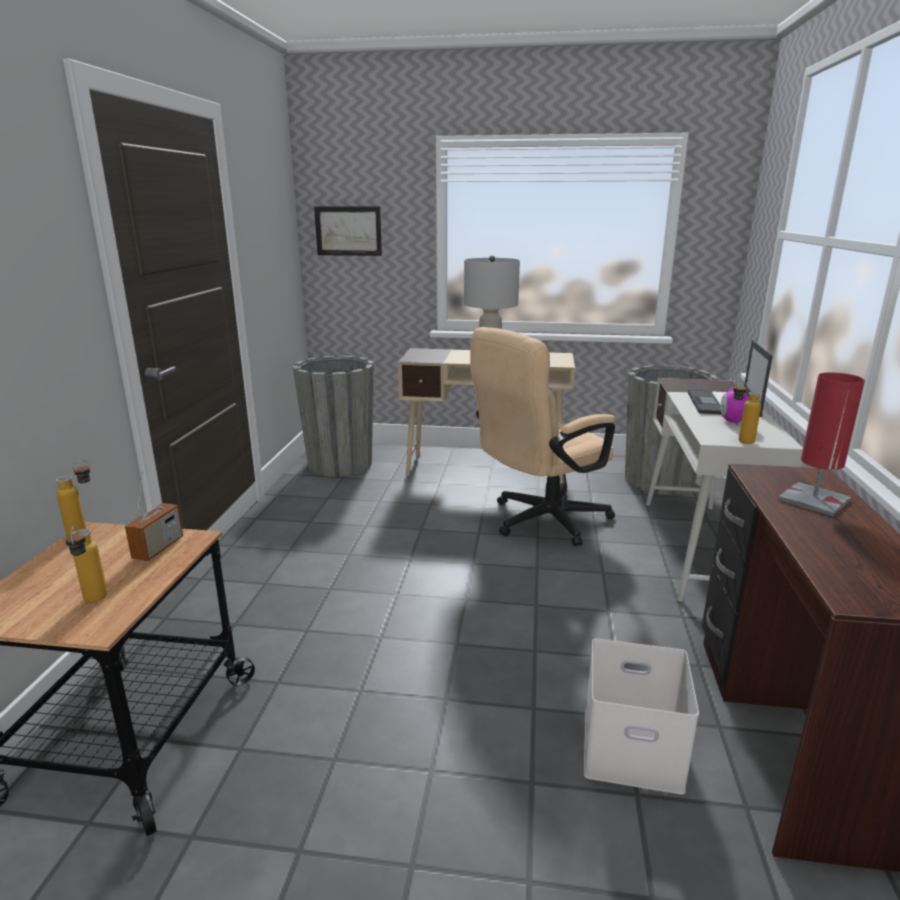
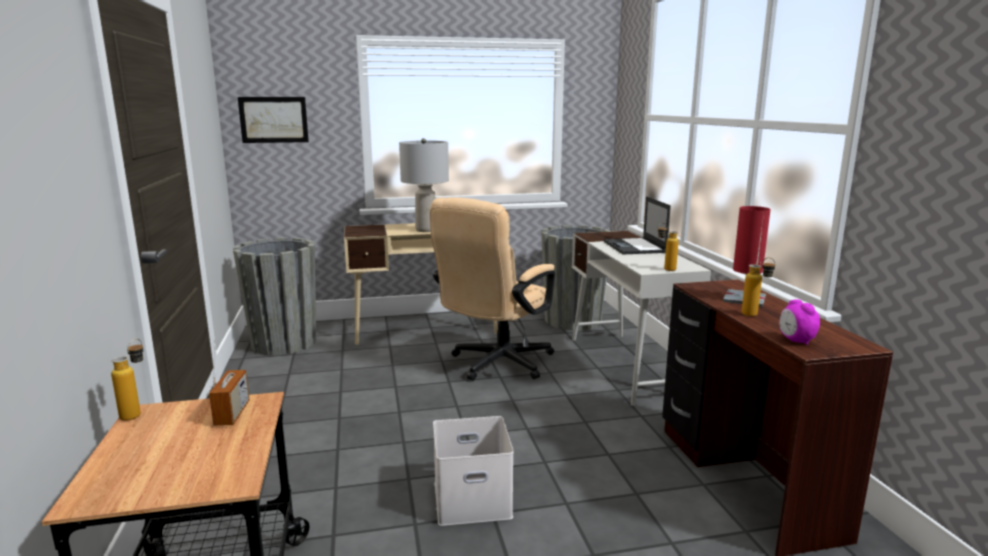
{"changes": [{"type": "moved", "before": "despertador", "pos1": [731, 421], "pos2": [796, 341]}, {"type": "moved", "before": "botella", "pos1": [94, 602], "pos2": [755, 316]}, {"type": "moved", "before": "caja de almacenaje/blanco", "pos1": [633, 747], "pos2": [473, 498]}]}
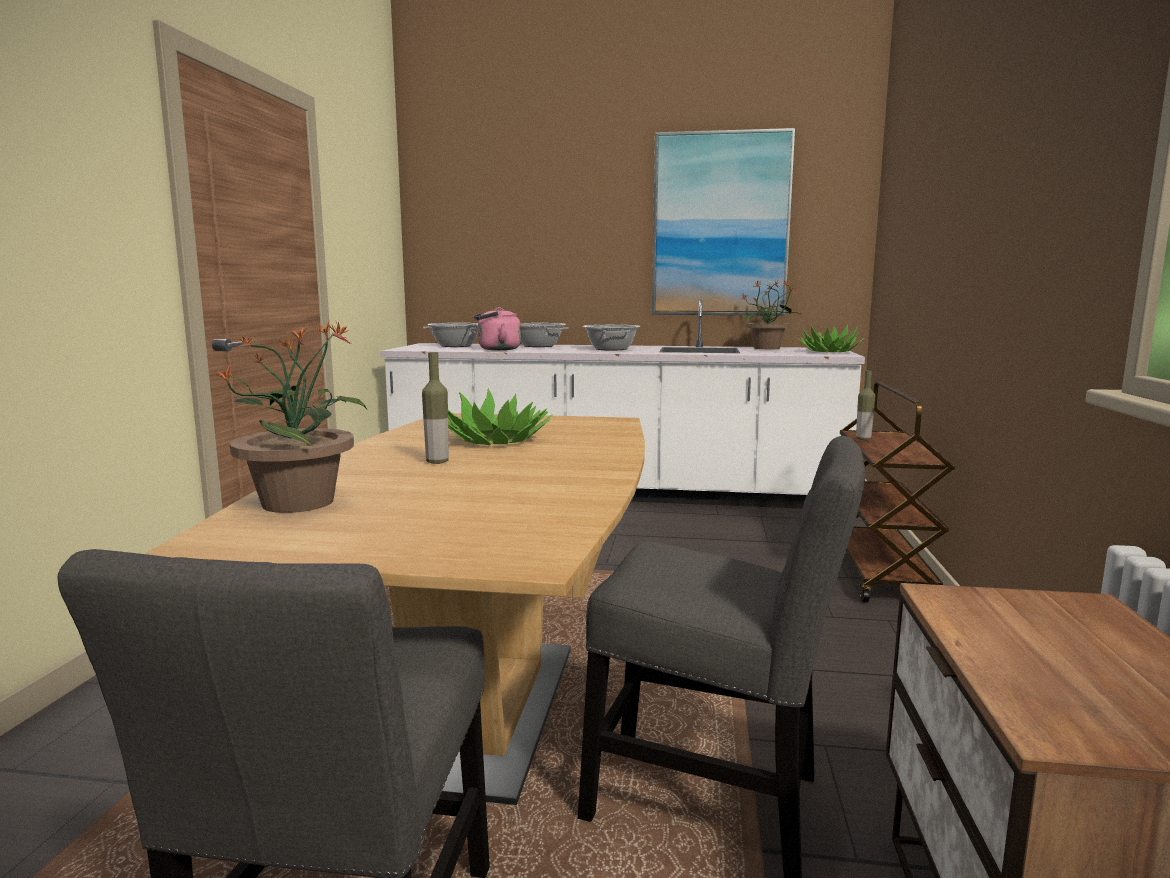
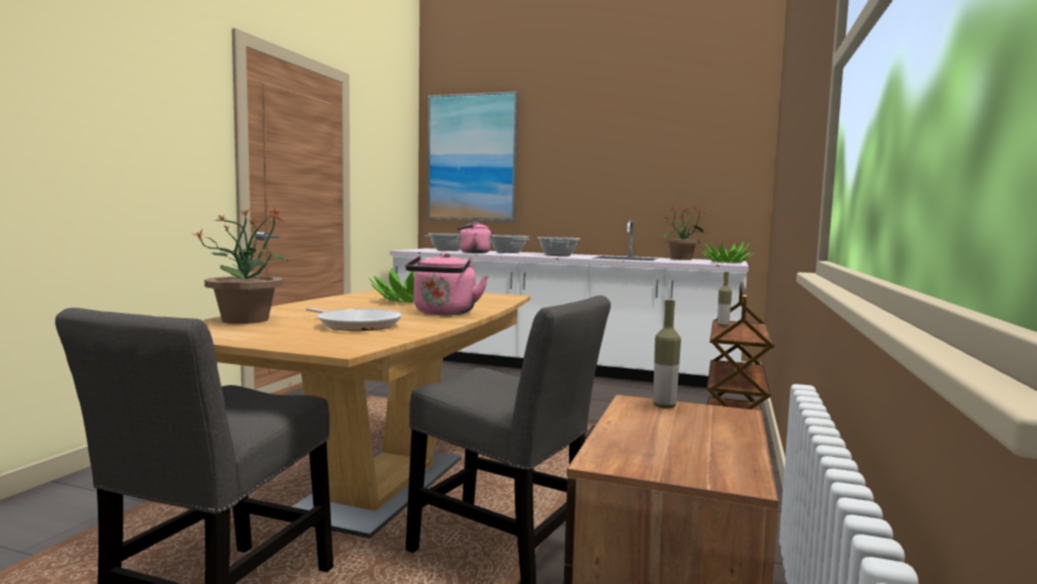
{"changes": [{"type": "moved", "before": "cuadro", "pos1": [720, 225], "pos2": [472, 158]}, {"type": "moved", "before": "botella", "pos1": [437, 462], "pos2": [664, 406]}, {"type": "added", "after": "hervidor/rosa", "pos2": [444, 313]}, {"type": "added", "after": "sartén", "pos2": [356, 325]}]}
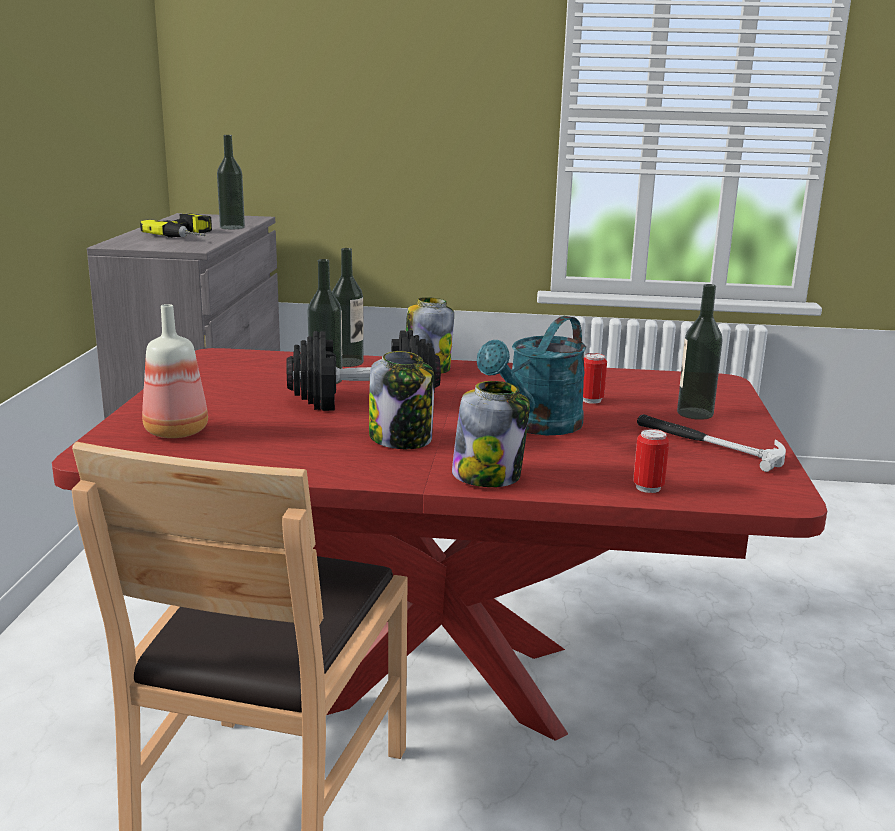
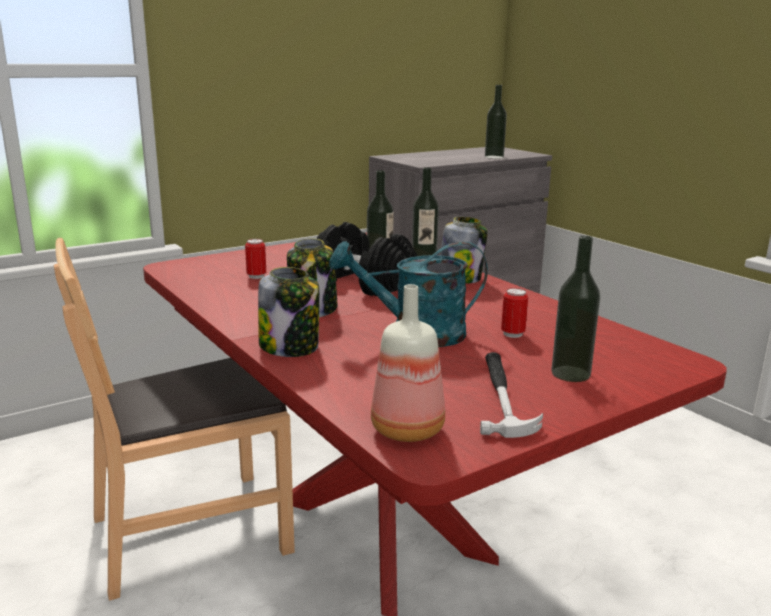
{"changes": [{"type": "removed", "before": "taladro", "pos1": [191, 236]}, {"type": "moved", "before": "botella", "pos1": [175, 431], "pos2": [406, 428]}, {"type": "moved", "before": "lata", "pos1": [648, 488], "pos2": [256, 276]}]}
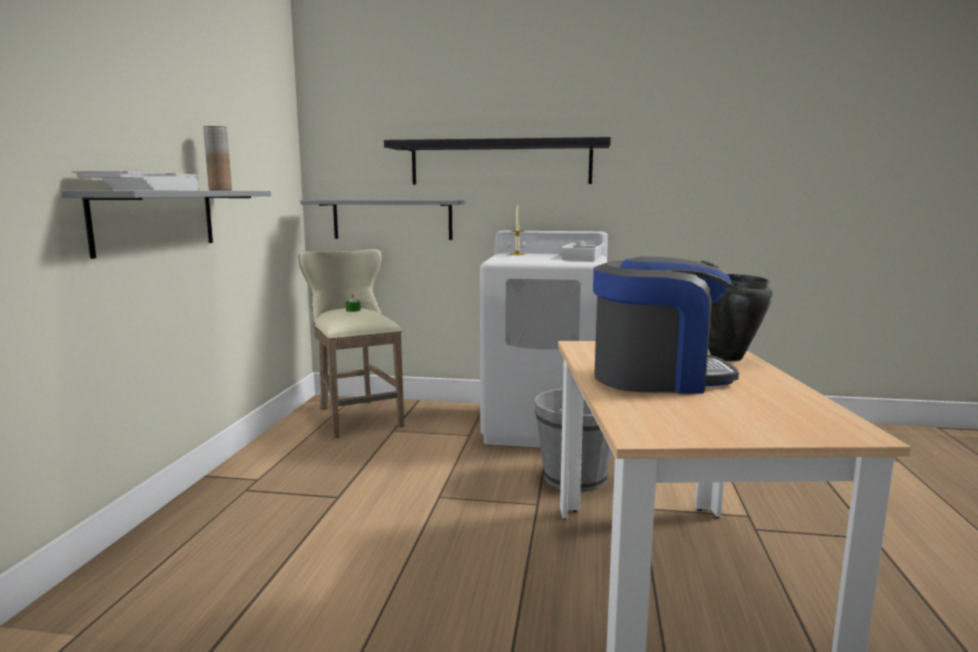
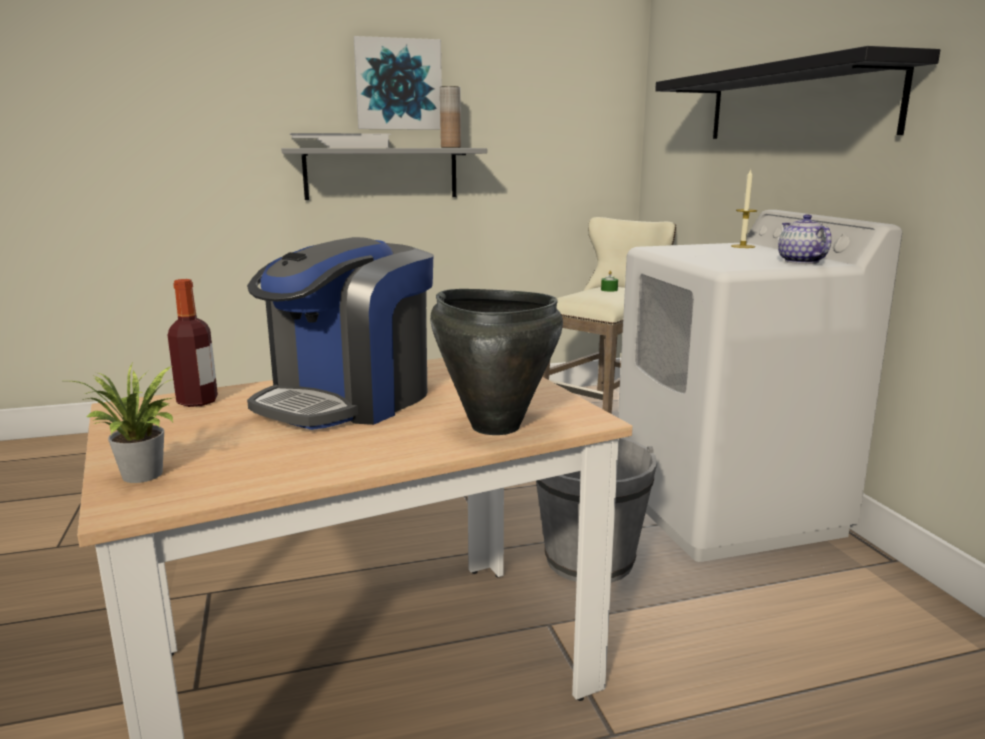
{"changes": [{"type": "removed", "before": "estante/gris", "pos1": [392, 219]}, {"type": "replaced", "before": "bandeja/blanco", "after": "tetera", "pos1": [585, 256], "pos2": [800, 261]}, {"type": "turned", "before": "cafetera", "pos1": [657, 377], "pos2": [348, 400], "turn": 60}, {"type": "added", "after": "cuadro", "pos2": [398, 84]}, {"type": "added", "after": "botella", "pos2": [197, 401]}, {"type": "added", "after": "planta en maceta", "pos2": [142, 477]}]}
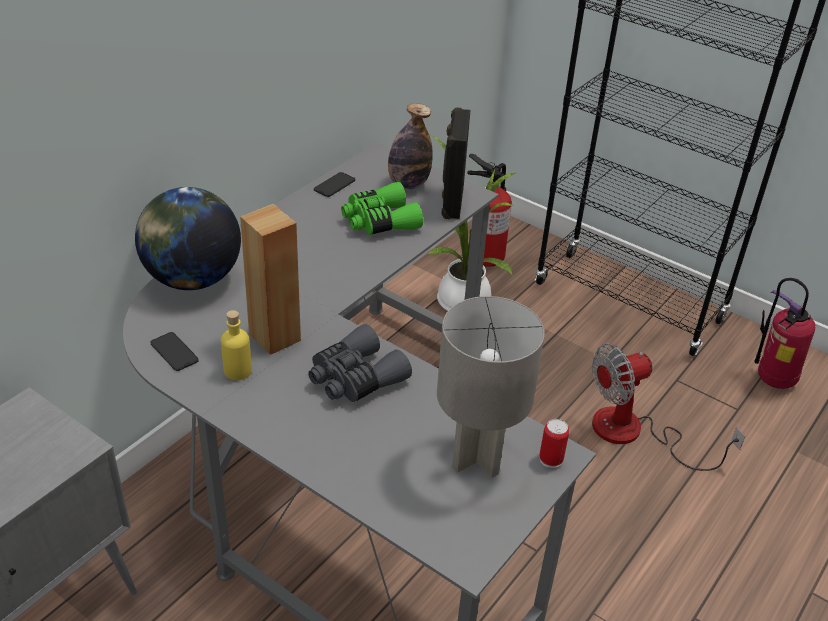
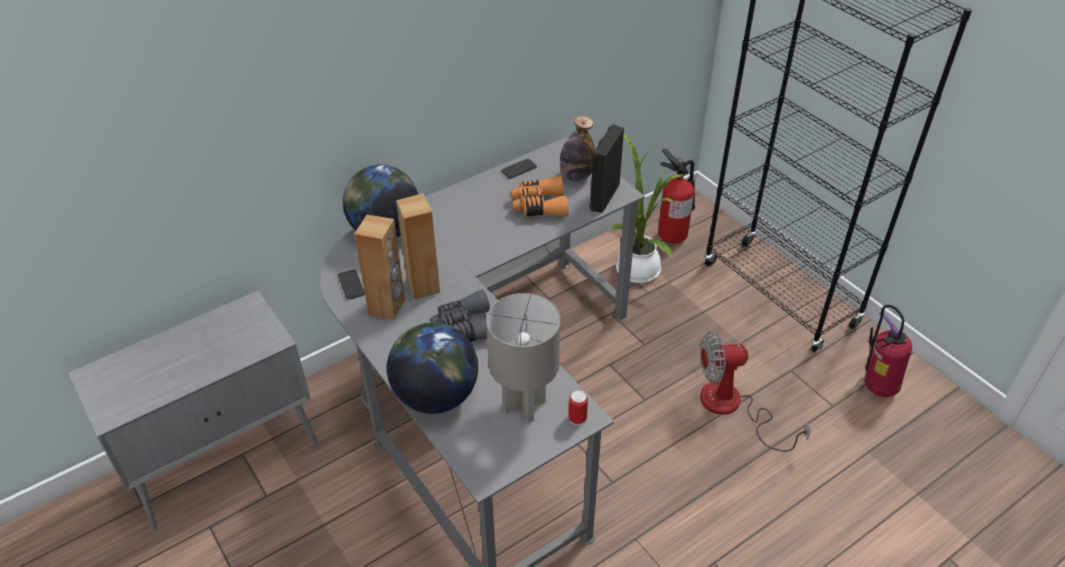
{"changes": [{"type": "recoloured", "before": "prismáticos/verde", "after": "prismáticos/naranja", "pos1": [379, 221], "pos2": [539, 205]}, {"type": "replaced", "before": "botella/amarillo", "after": "altavoz/marrón", "pos1": [238, 371], "pos2": [387, 307]}, {"type": "added", "after": "globo terráqueo", "pos2": [436, 395]}]}
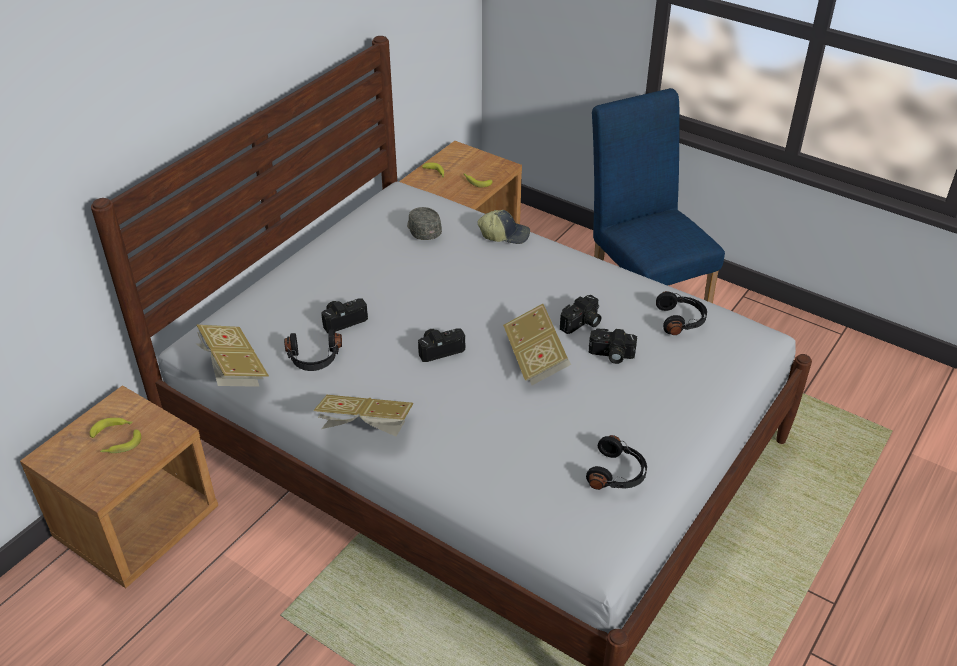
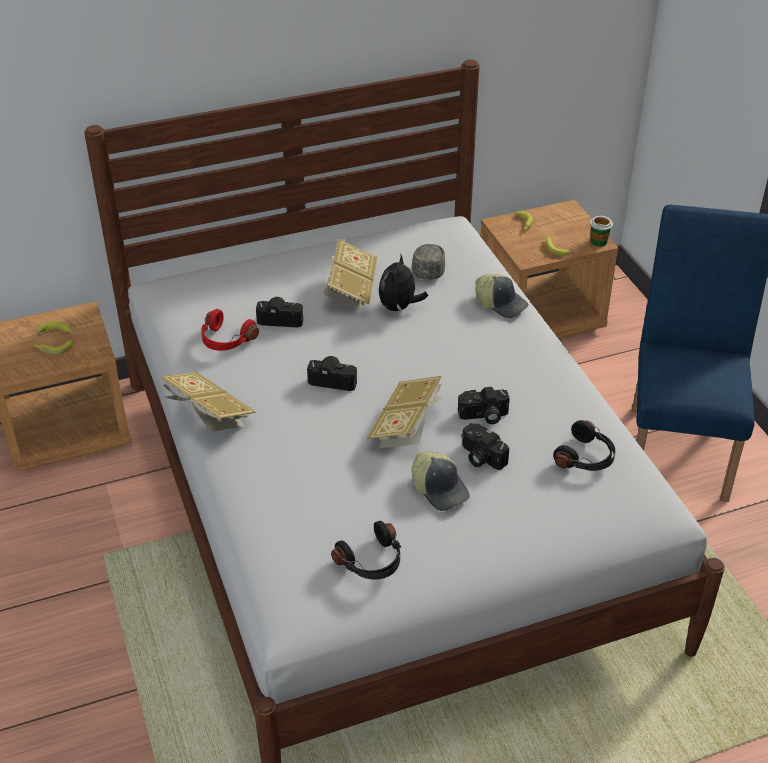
{"changes": [{"type": "moved", "before": "libro", "pos1": [233, 370], "pos2": [350, 290]}, {"type": "recoloured", "before": "auriculares/negro", "after": "auriculares/rojo", "pos1": [314, 359], "pos2": [226, 341]}, {"type": "added", "after": "taza", "pos2": [598, 241]}, {"type": "added", "after": "peluche", "pos2": [399, 307]}, {"type": "added", "after": "gorra", "pos2": [440, 488]}]}
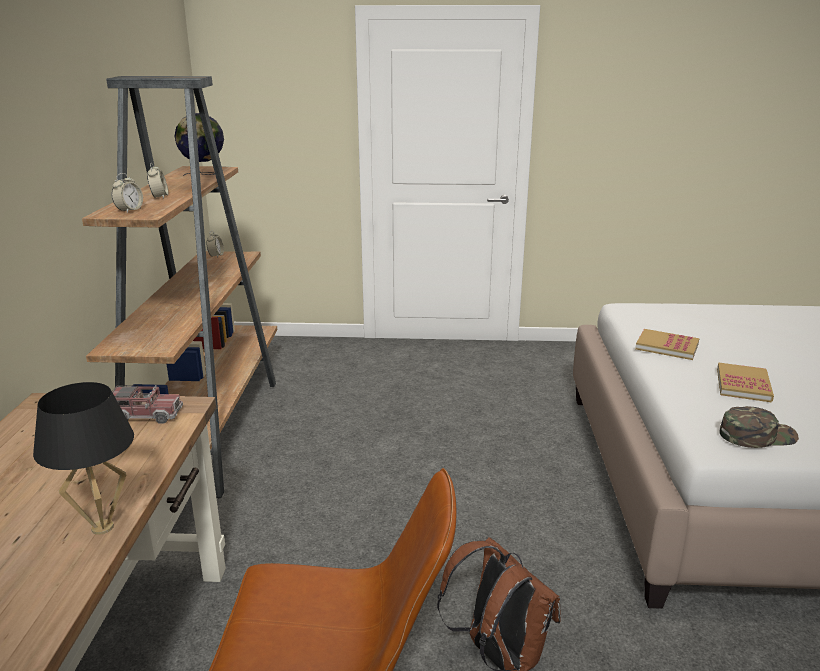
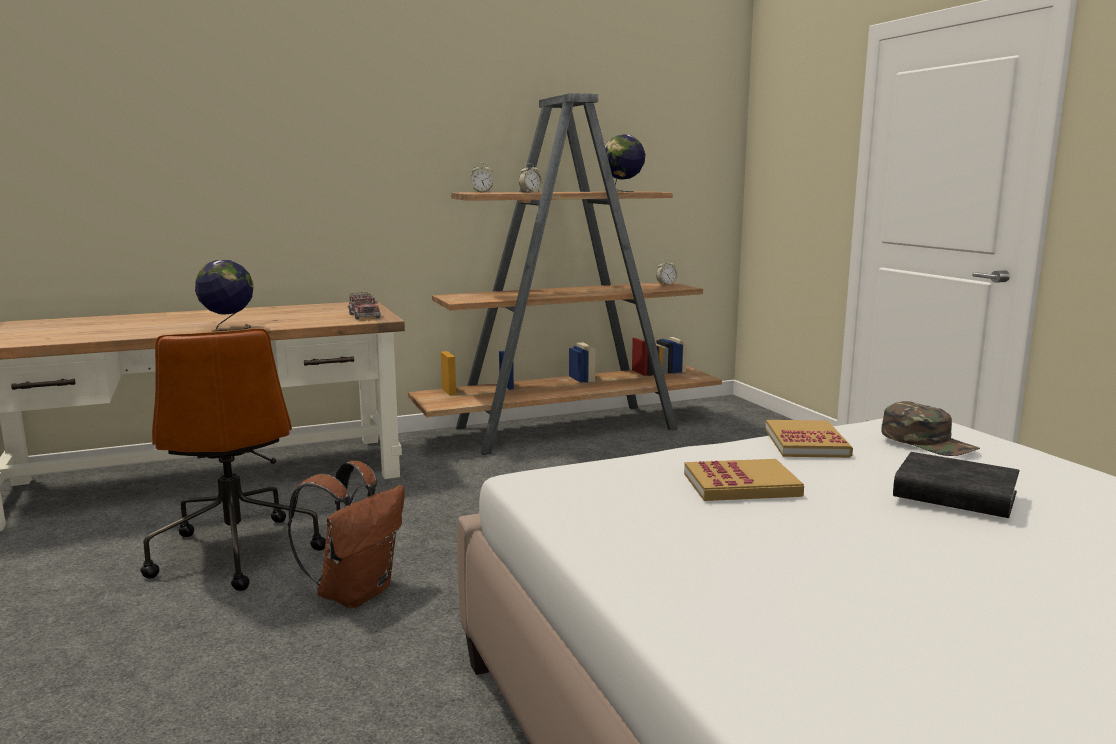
{"changes": [{"type": "replaced", "before": "lámpara de mesa/negro", "after": "globo terráqueo", "pos1": [102, 528], "pos2": [228, 329]}, {"type": "moved", "before": "gorra/verde", "pos1": [756, 435], "pos2": [928, 442]}, {"type": "added", "after": "libro/negro", "pos2": [954, 495]}]}
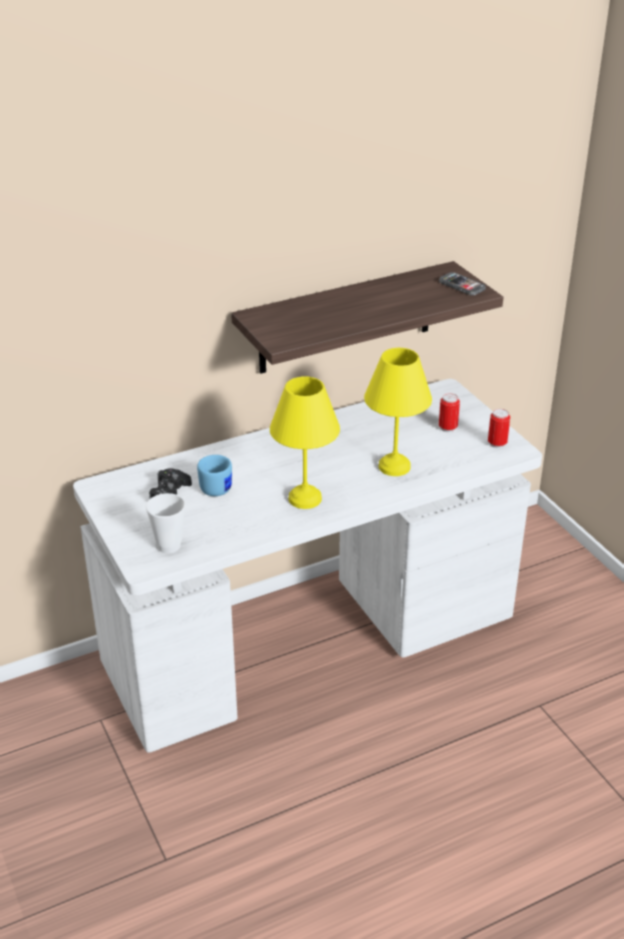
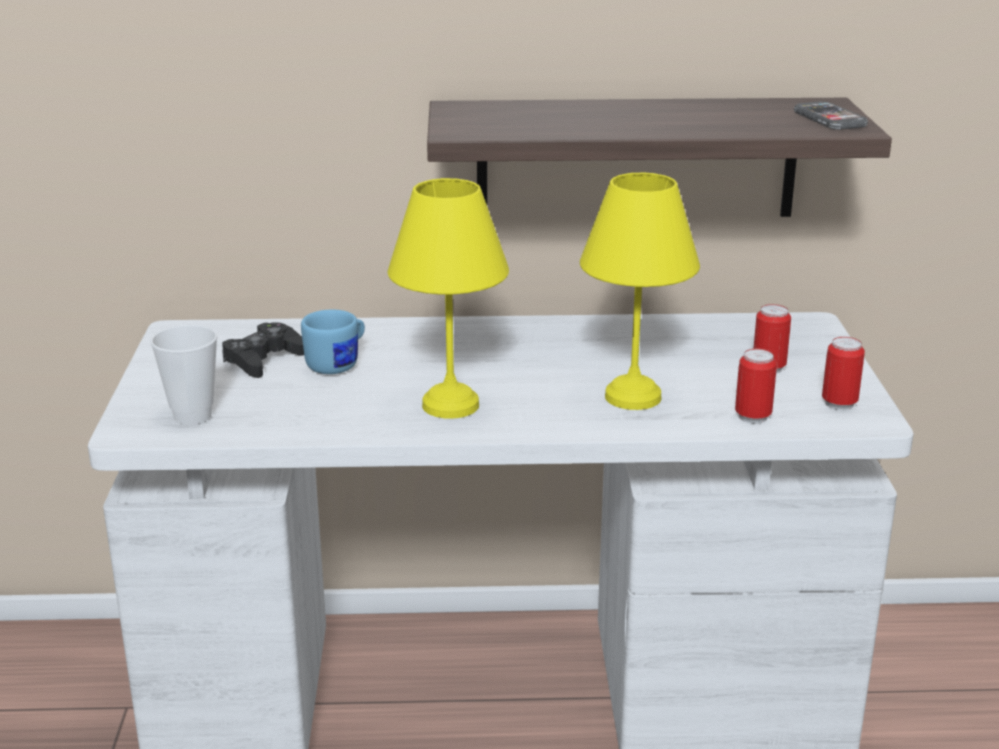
{"changes": [{"type": "added", "after": "lata", "pos2": [753, 417]}]}
